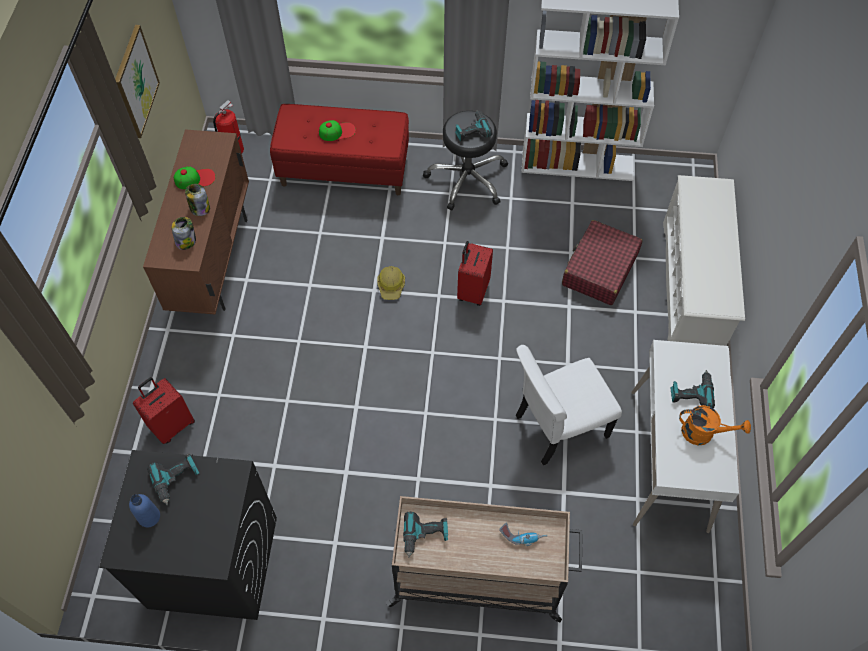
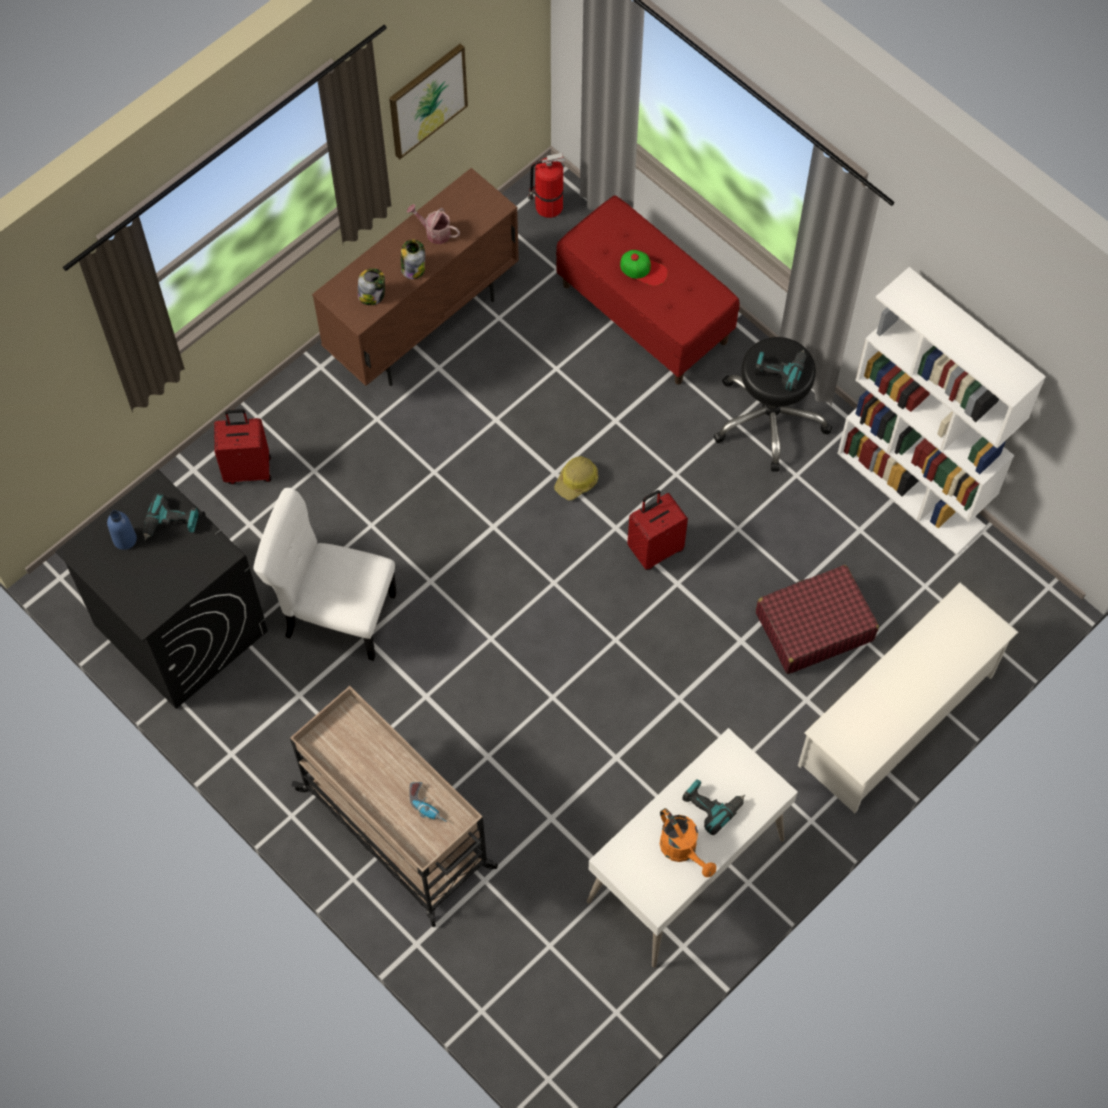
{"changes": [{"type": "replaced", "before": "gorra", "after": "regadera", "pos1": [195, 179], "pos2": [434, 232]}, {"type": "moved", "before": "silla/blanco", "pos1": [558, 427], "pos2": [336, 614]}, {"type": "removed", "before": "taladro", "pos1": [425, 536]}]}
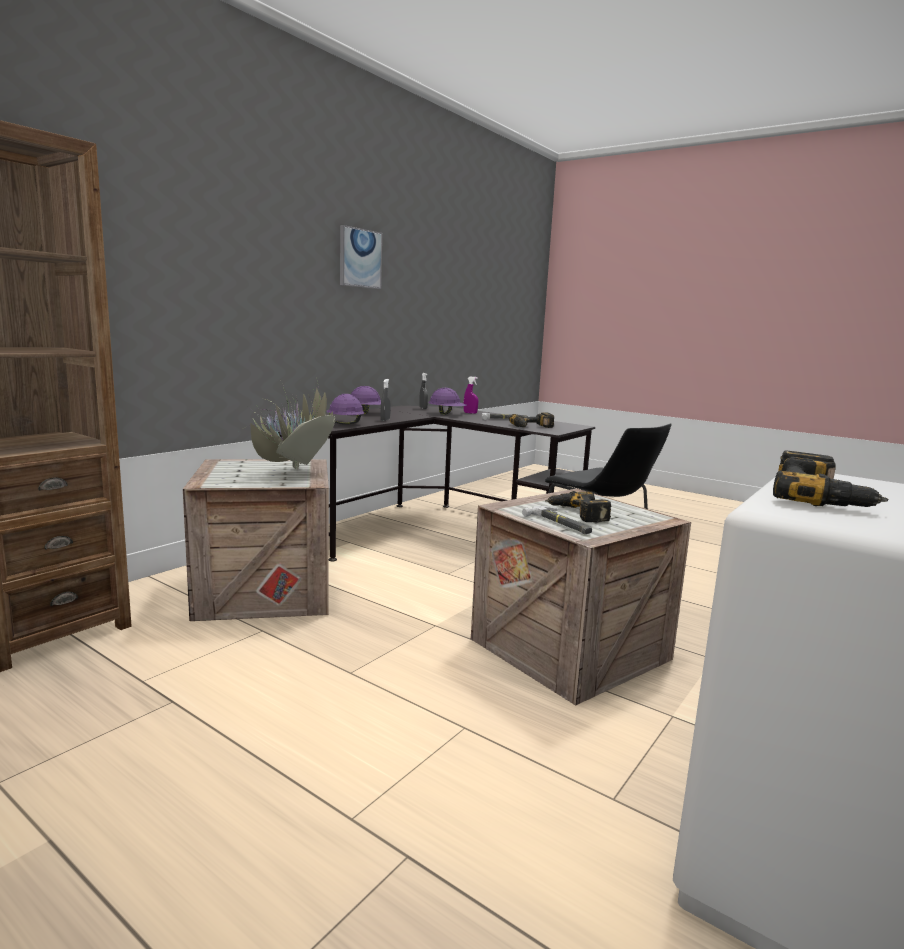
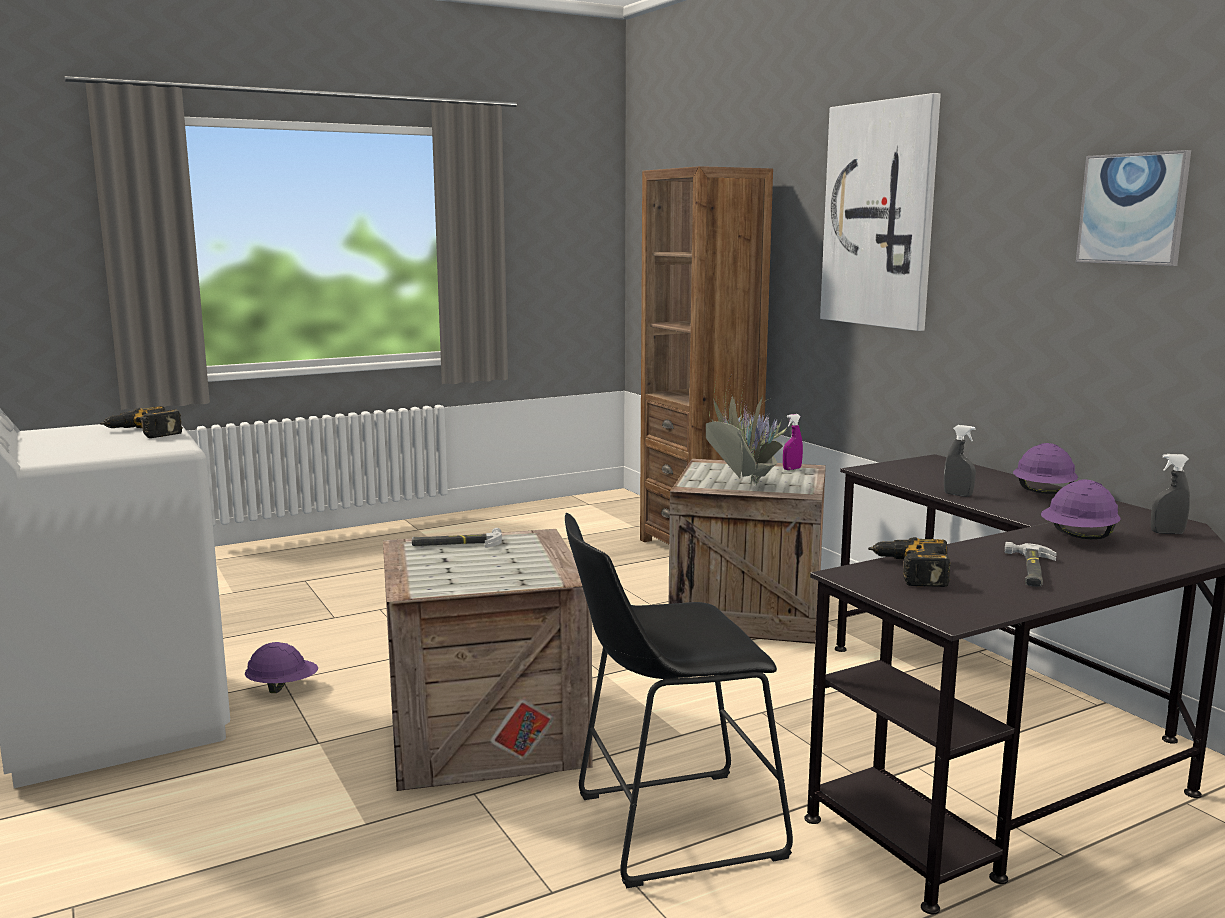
{"changes": [{"type": "moved", "before": "pulverizador/morado", "pos1": [470, 413], "pos2": [792, 469]}, {"type": "moved", "before": "casco/morado", "pos1": [344, 423], "pos2": [283, 688]}, {"type": "removed", "before": "taladro", "pos1": [577, 513]}, {"type": "added", "after": "cuadro", "pos2": [880, 215]}]}
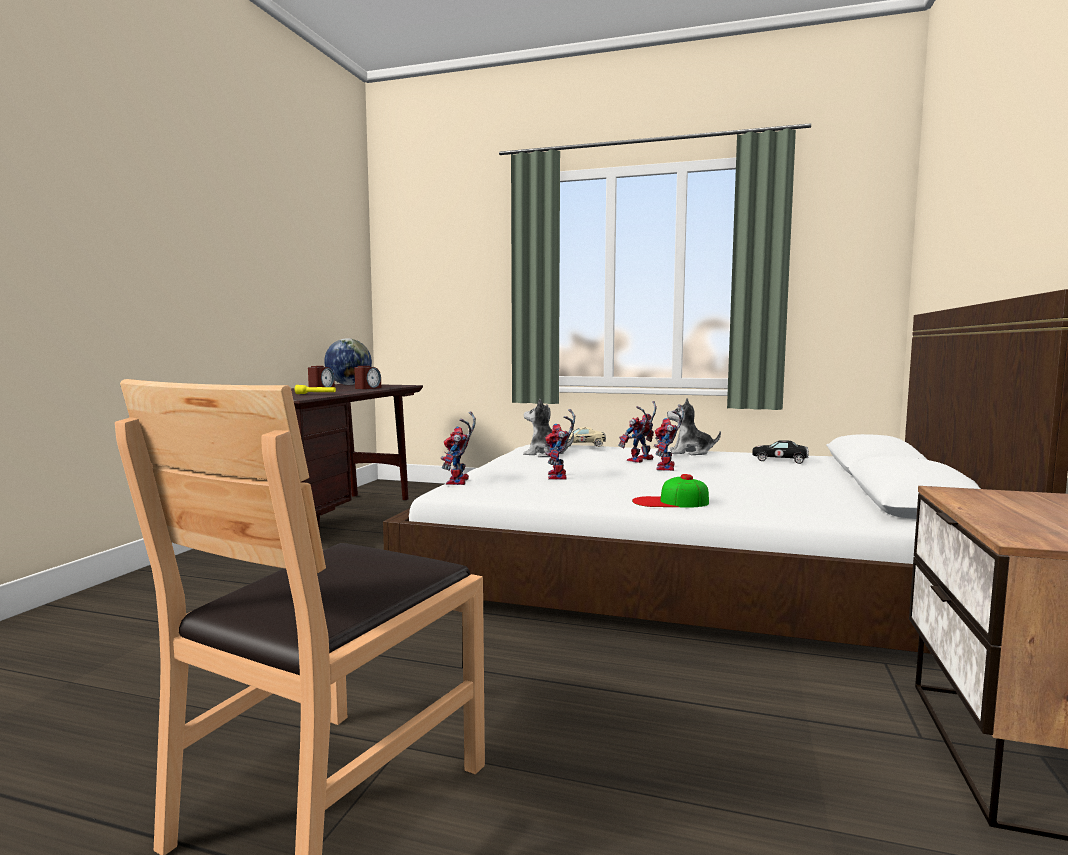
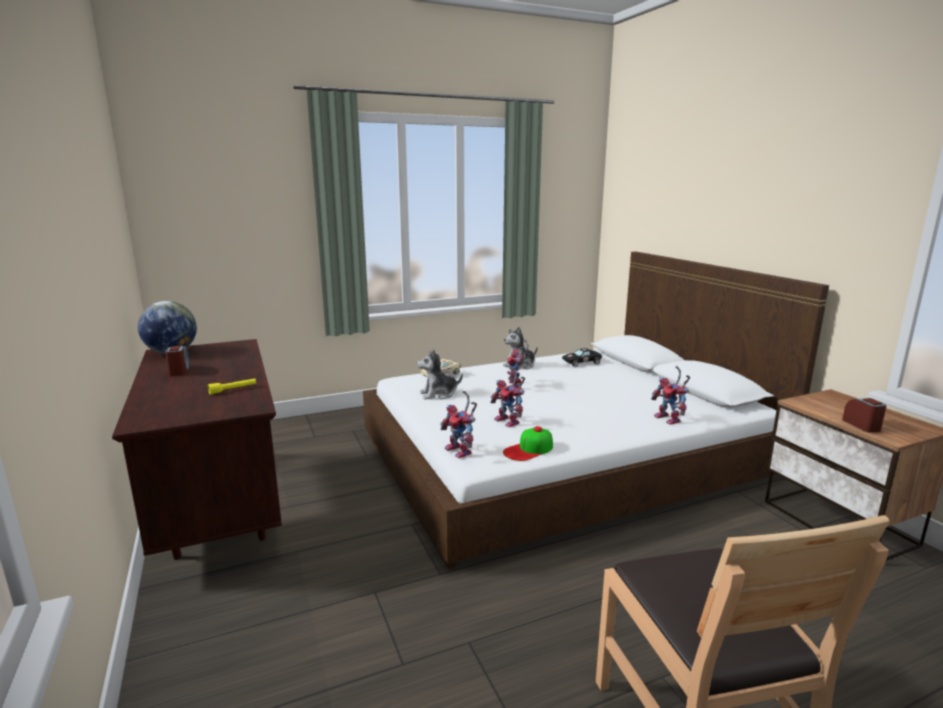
{"changes": [{"type": "moved", "before": "despertador", "pos1": [367, 388], "pos2": [862, 425]}, {"type": "moved", "before": "robot de juguete", "pos1": [667, 468], "pos2": [670, 420]}, {"type": "moved", "before": "gorra", "pos1": [670, 502], "pos2": [528, 449]}]}
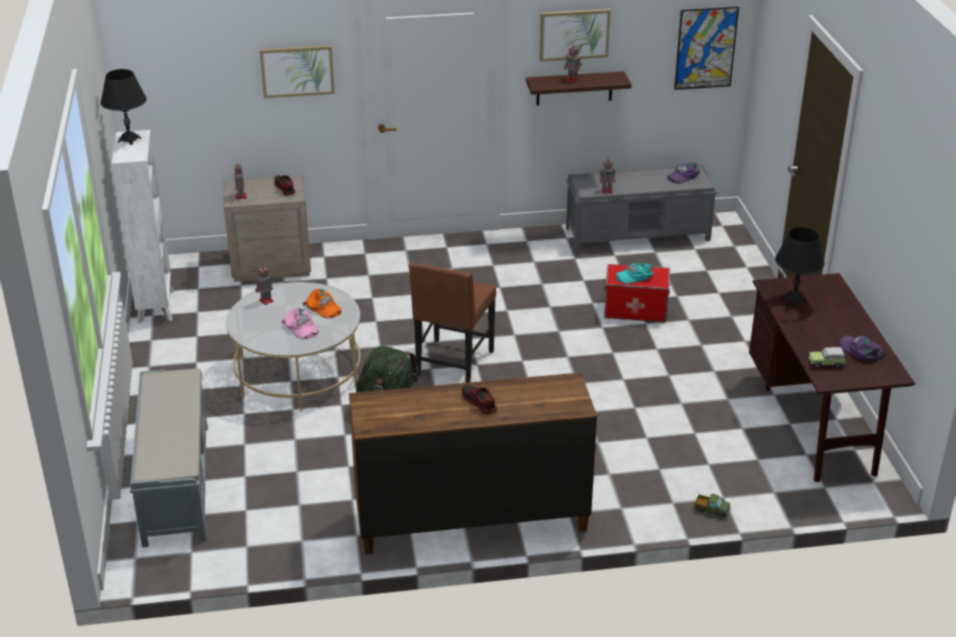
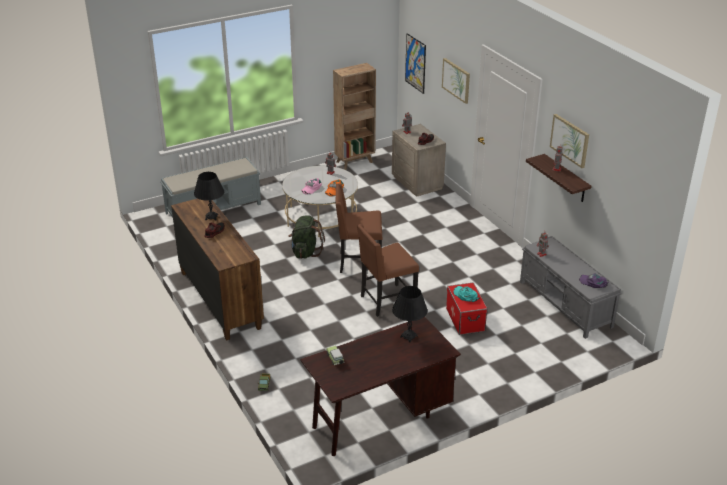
{"changes": [{"type": "moved", "before": "cuadro", "pos1": [706, 48], "pos2": [415, 63]}, {"type": "moved", "before": "lámpara de mesa/negro", "pos1": [129, 140], "pos2": [211, 217]}, {"type": "recoloured", "before": "estantería/blanco", "after": "estantería/marrón", "pos1": [156, 305], "pos2": [355, 162]}, {"type": "removed", "before": "gorra/morado", "pos1": [861, 351]}, {"type": "added", "after": "silla/marrón", "pos2": [386, 301]}]}
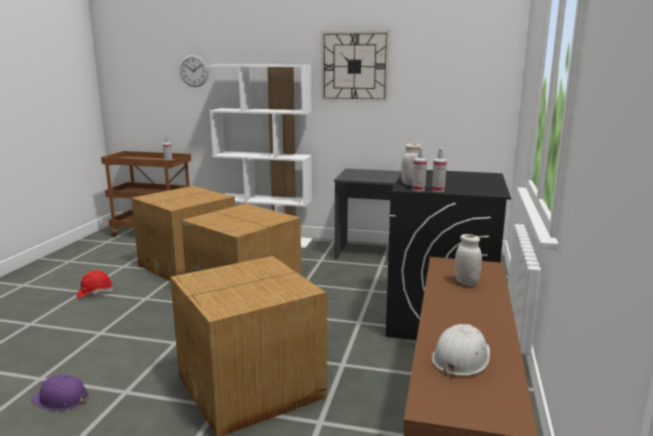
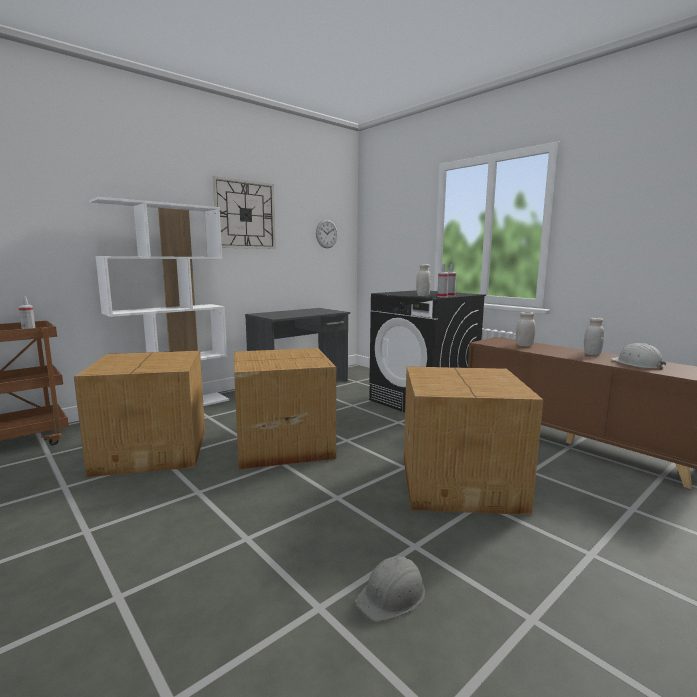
{"changes": [{"type": "moved", "before": "reloj de pared", "pos1": [194, 71], "pos2": [326, 234]}, {"type": "removed", "before": "casco/rojo", "pos1": [95, 293]}, {"type": "recoloured", "before": "casco/morado", "after": "casco/gris", "pos1": [61, 399], "pos2": [392, 595]}, {"type": "added", "after": "tarro/blanco", "pos2": [592, 354]}]}
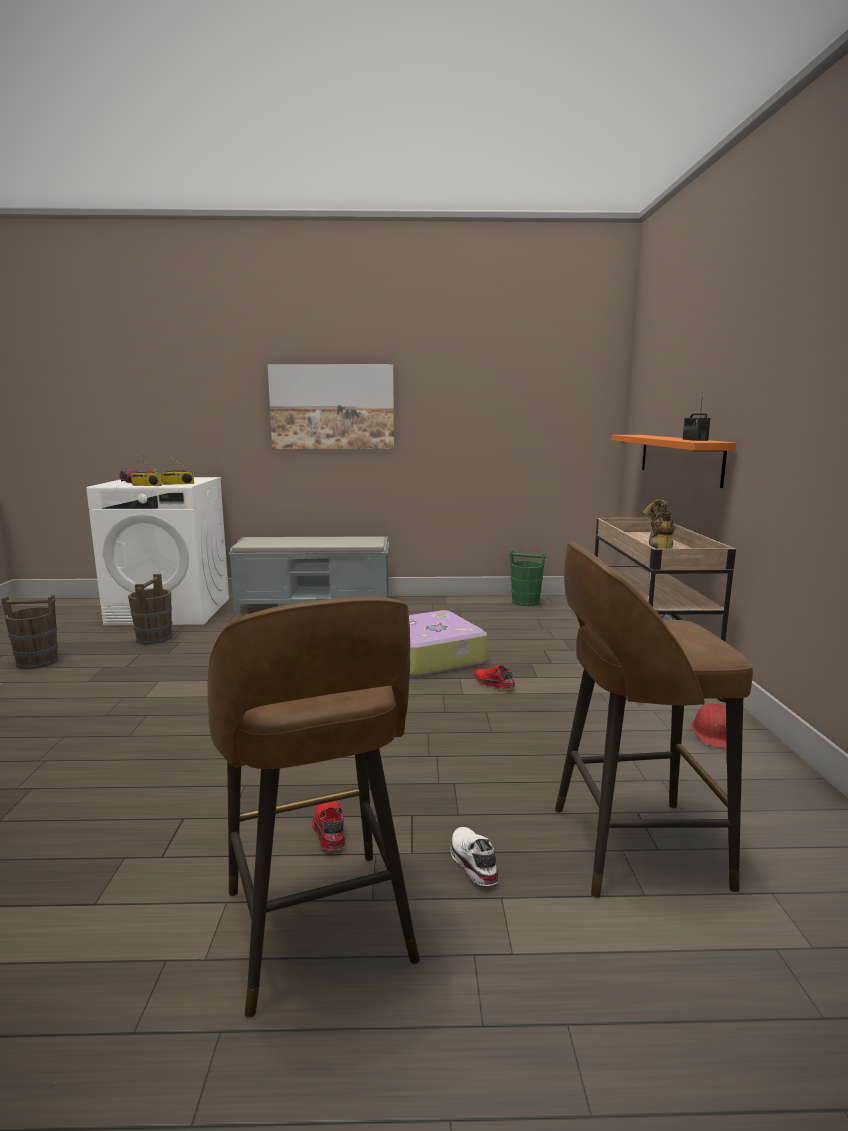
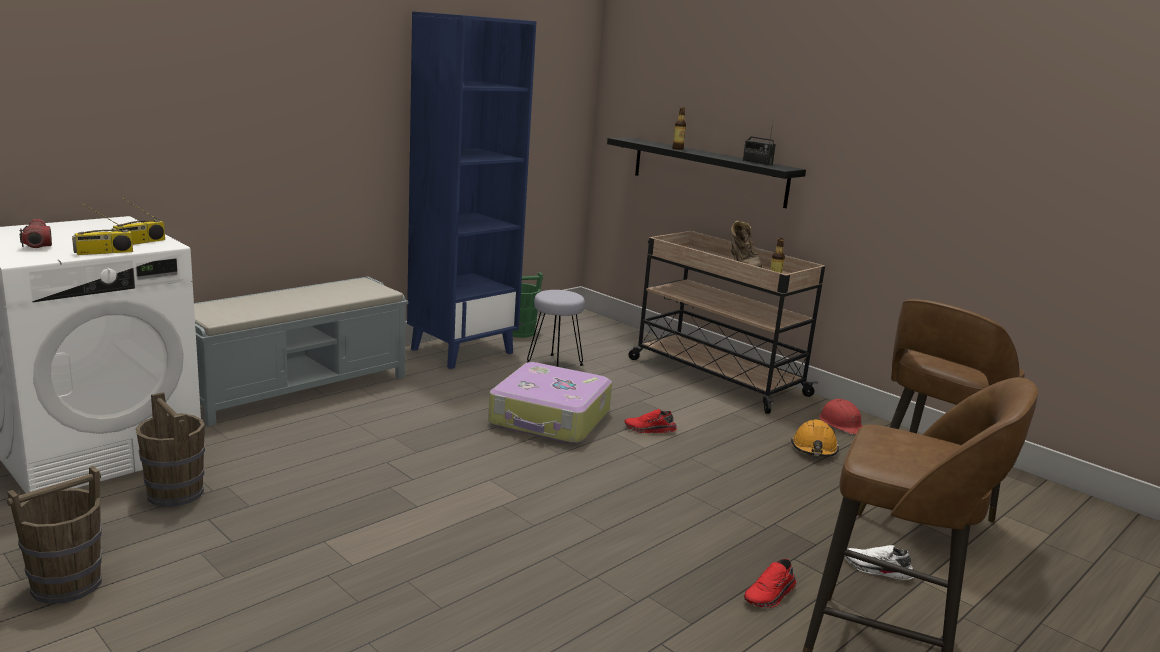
{"changes": [{"type": "removed", "before": "cuadro", "pos1": [332, 407]}, {"type": "recoloured", "before": "estante/naranja", "after": "estante/negro", "pos1": [679, 457], "pos2": [708, 171]}, {"type": "turned", "before": "zapato/rojo", "pos1": [328, 830], "pos2": [770, 595], "turn": -75}, {"type": "added", "after": "estantería/azul", "pos2": [462, 350]}, {"type": "added", "after": "botella", "pos2": [677, 148]}, {"type": "added", "after": "taburete/gris", "pos2": [555, 364]}, {"type": "added", "after": "casco/naranja", "pos2": [814, 449]}]}
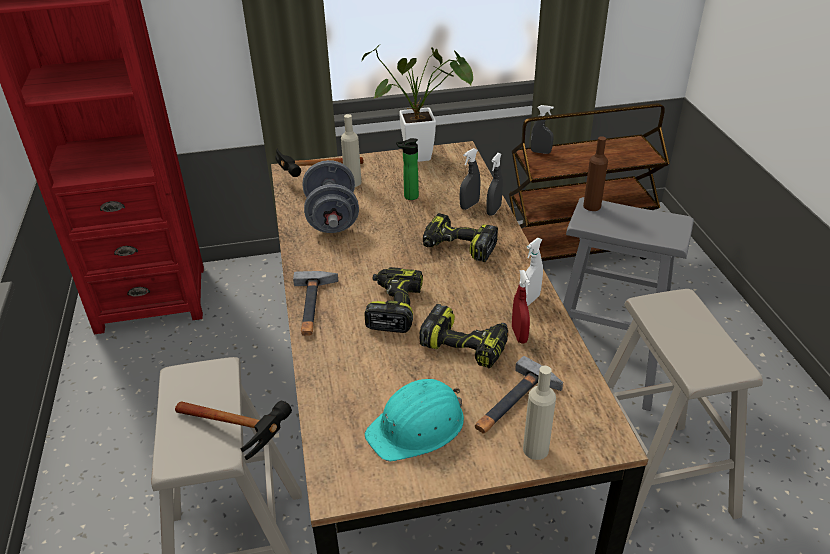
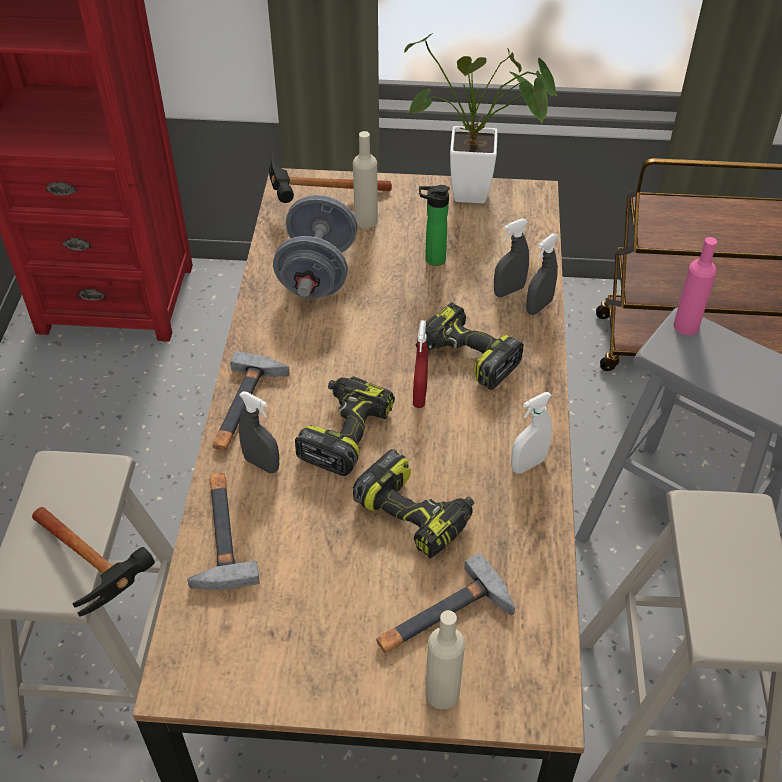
{"changes": [{"type": "moved", "before": "pulverizador/gris", "pos1": [540, 152], "pos2": [261, 464]}, {"type": "recoloured", "before": "botella/marrón", "after": "botella/rosa", "pos1": [592, 206], "pos2": [686, 326]}, {"type": "moved", "before": "pulverizador/rojo", "pos1": [519, 335], "pos2": [420, 396]}, {"type": "removed", "before": "casco/turquesa", "pos1": [417, 426]}, {"type": "added", "after": "martillo", "pos2": [219, 533]}]}
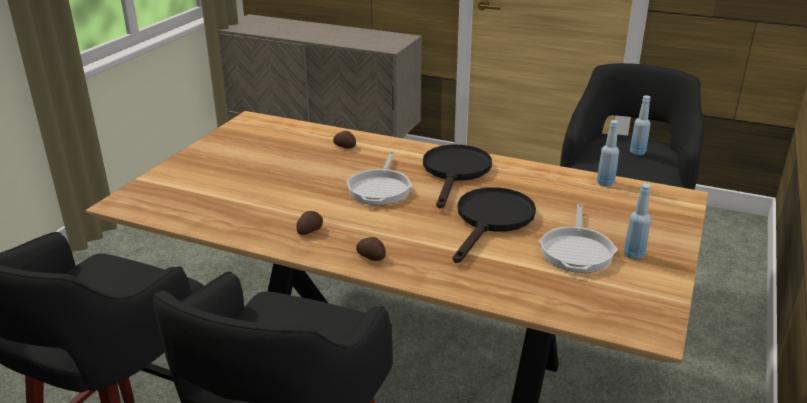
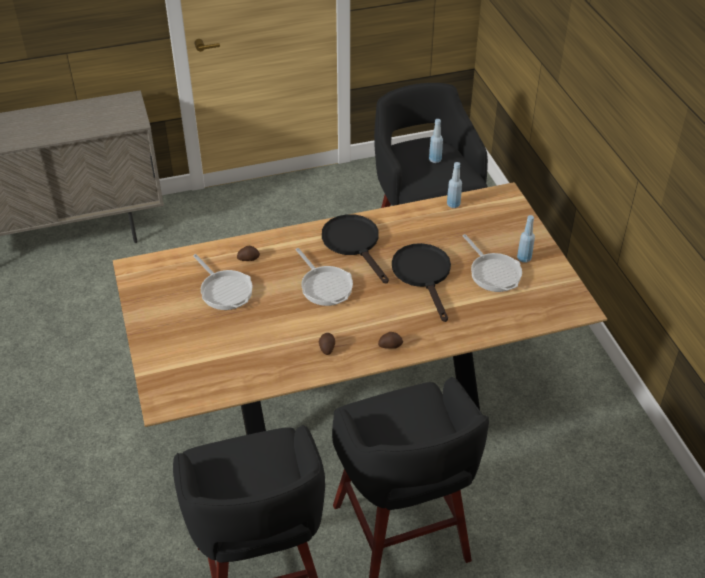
{"changes": [{"type": "added", "after": "sartén", "pos2": [225, 290]}]}
